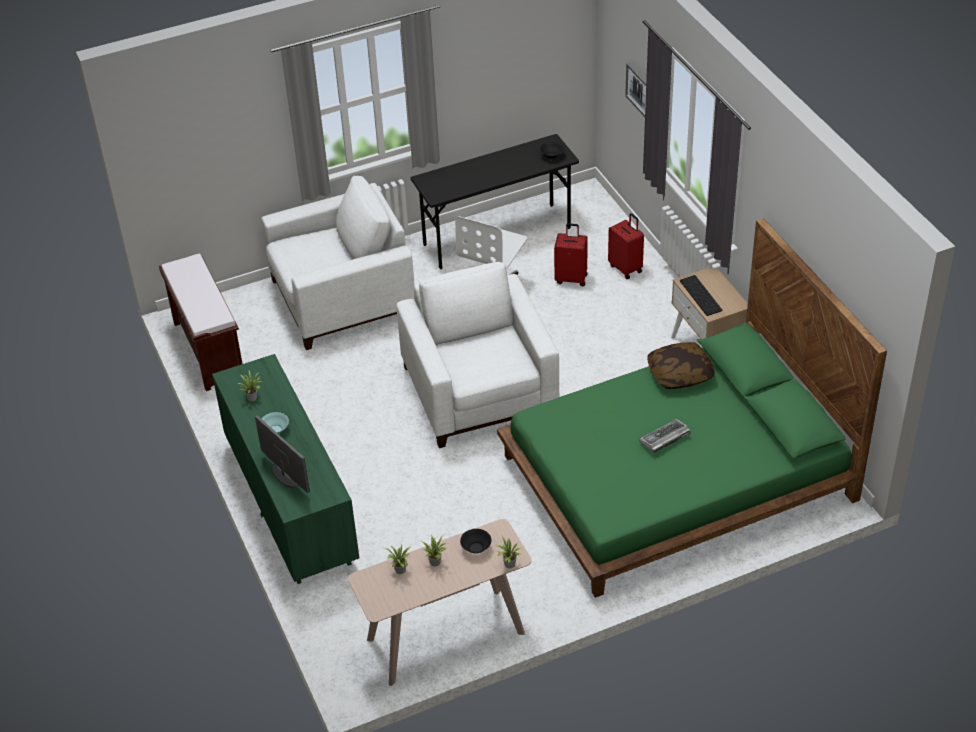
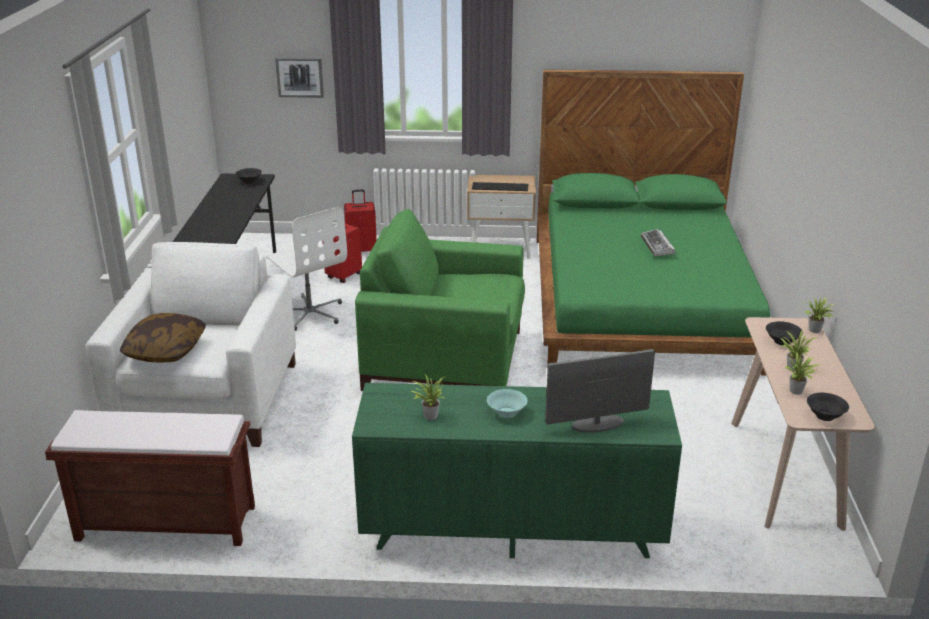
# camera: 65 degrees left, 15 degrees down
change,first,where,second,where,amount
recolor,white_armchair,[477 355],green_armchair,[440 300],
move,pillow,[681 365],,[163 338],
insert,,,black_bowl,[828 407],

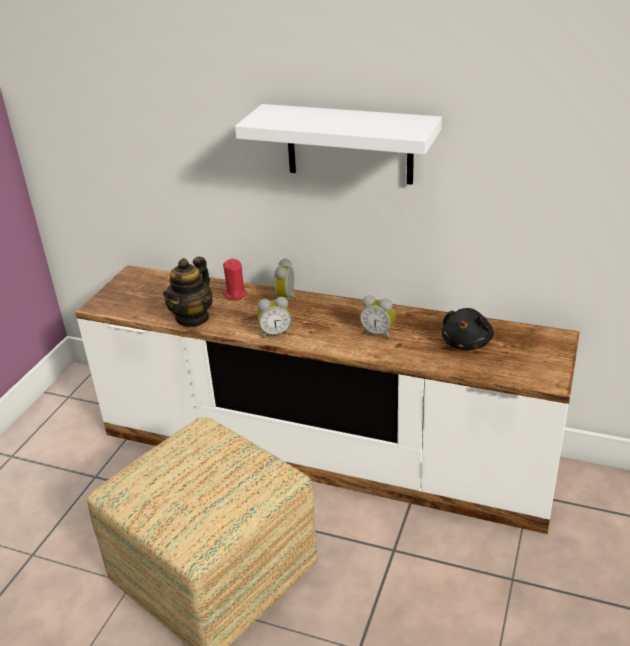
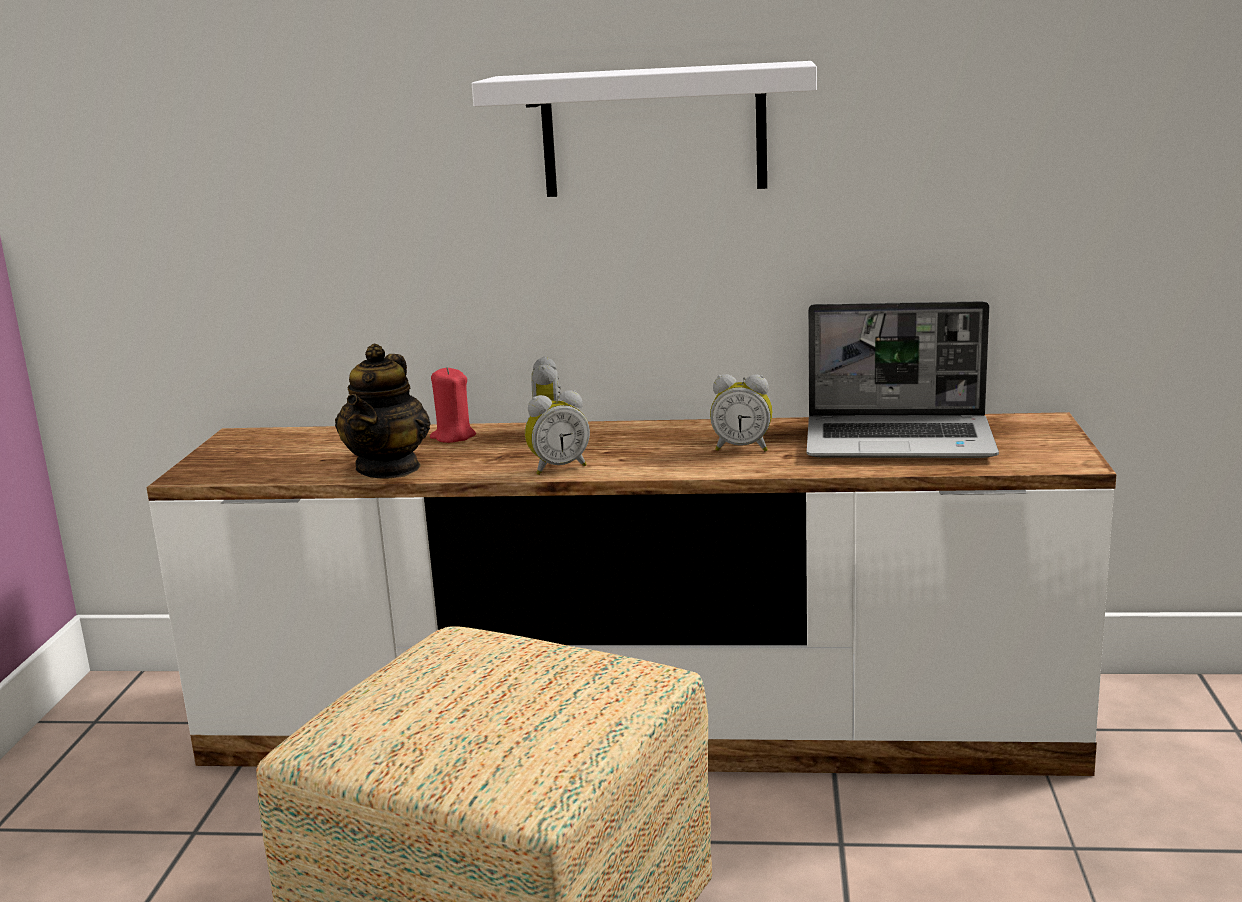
# camera: 15 degrees left, 15 degrees down
change,first,where,second,where,amount
replace,black_plush_toy,[468 329],laptop,[902 379],

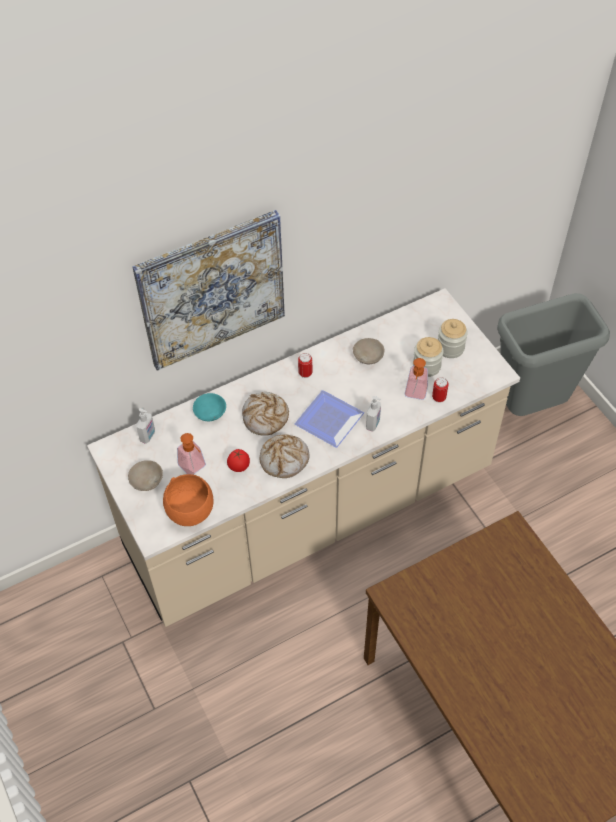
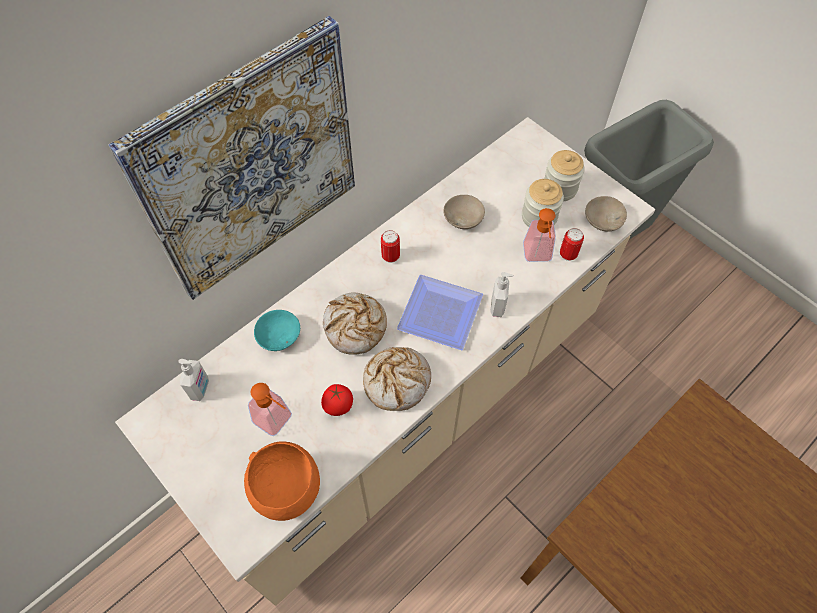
# camera: 15 degrees left, 5 degrees up
change,first,where,second,where,amount
move,beige_bowl,[145 475],,[606 213],

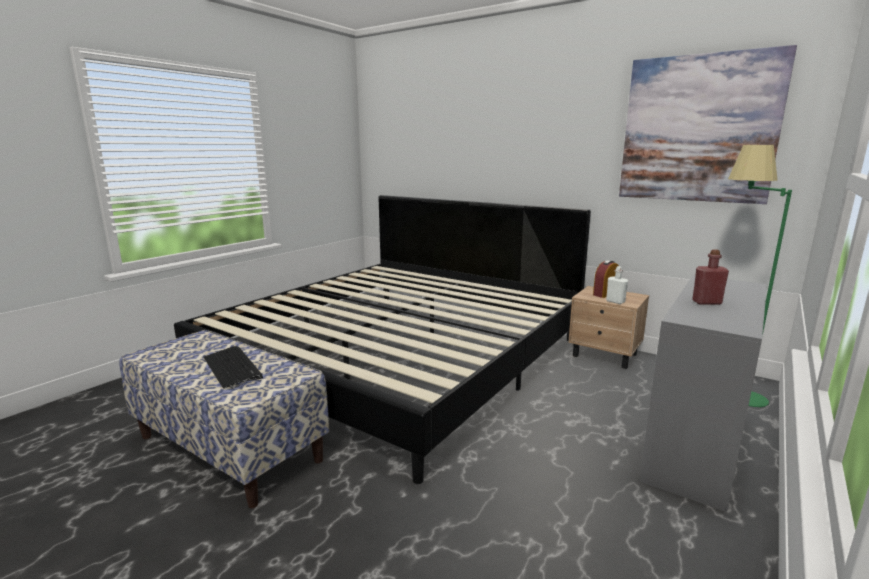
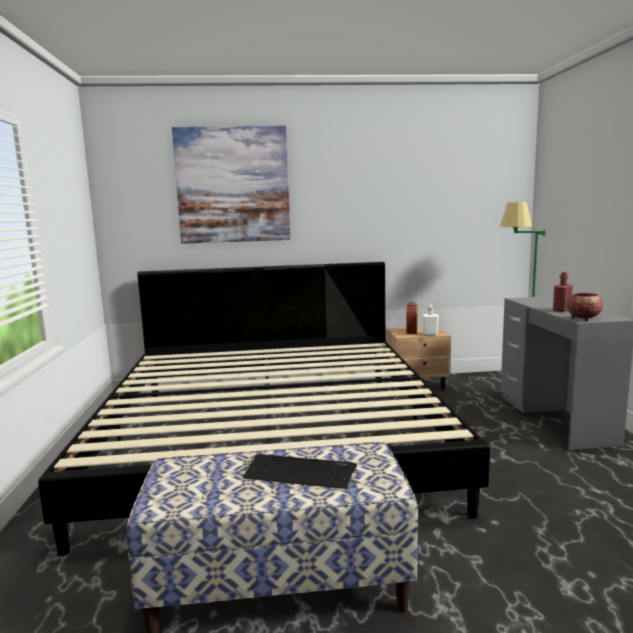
# camera: 40 degrees left, 5 degrees down
change,first,where,second,where,amount
move,picture,[708 124],,[231 185],
insert,,,bowl,[584 307],

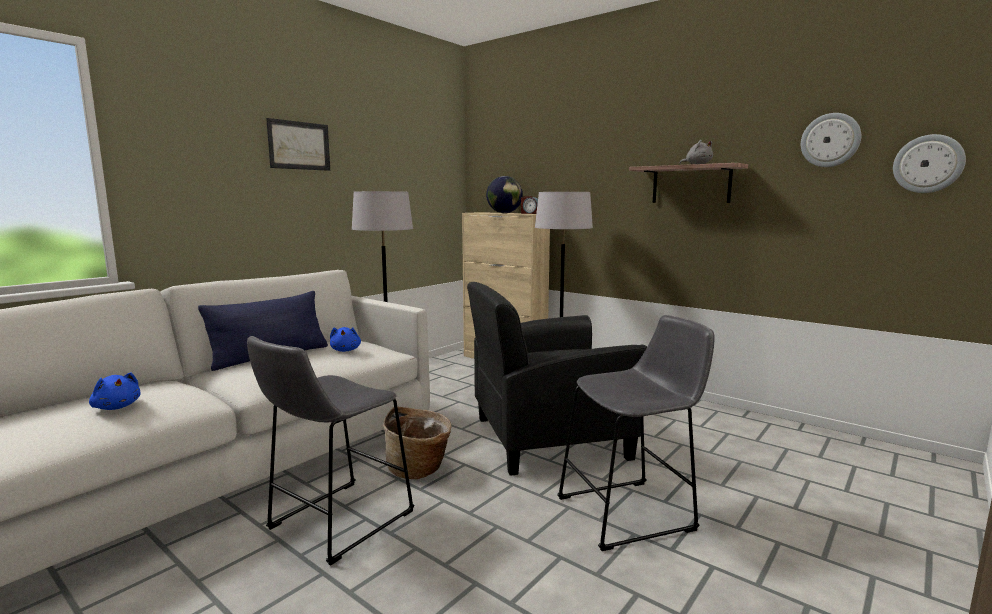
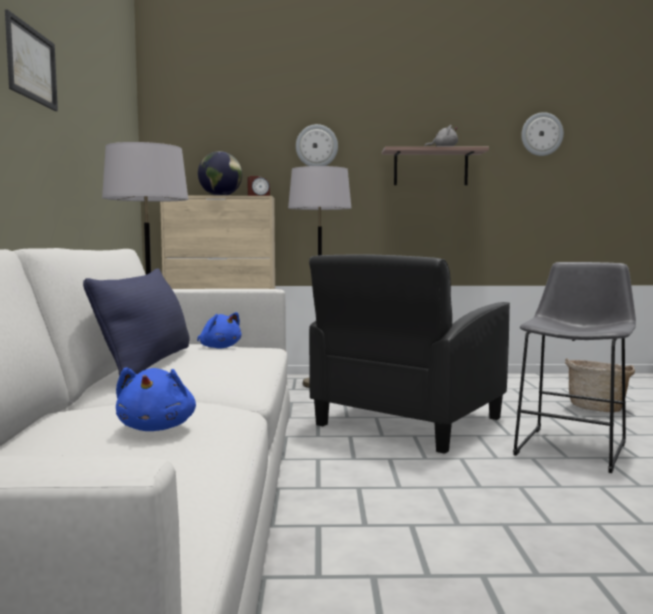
# camera: 40 degrees left, 5 degrees down
change,first,where,second,where,amount
rotate,blue_plush_toy,[114 391],,[156 399],90 degrees clockwise
delete,grey_stool,[331 451],,,
move,basket,[417 443],,[600 385],
move,wall_clock,[929 163],,[317 145],

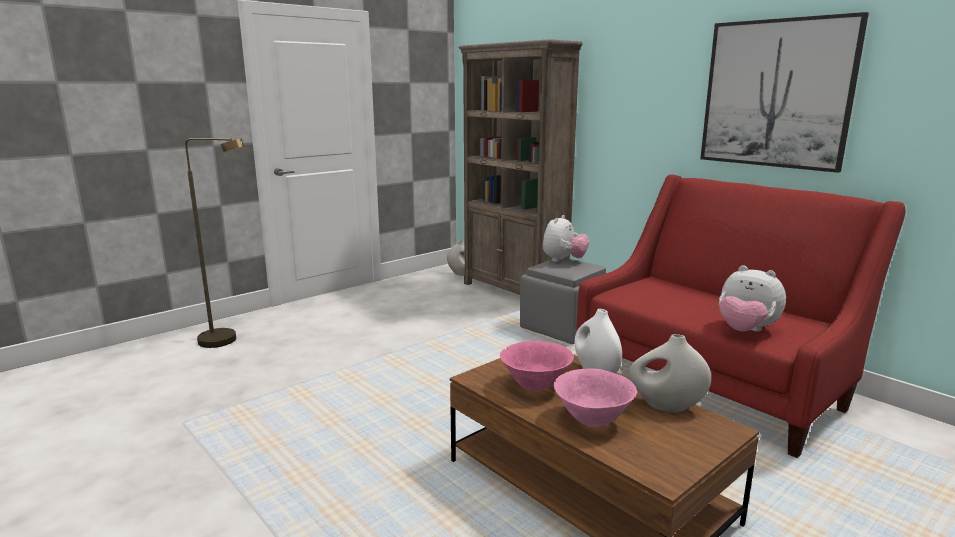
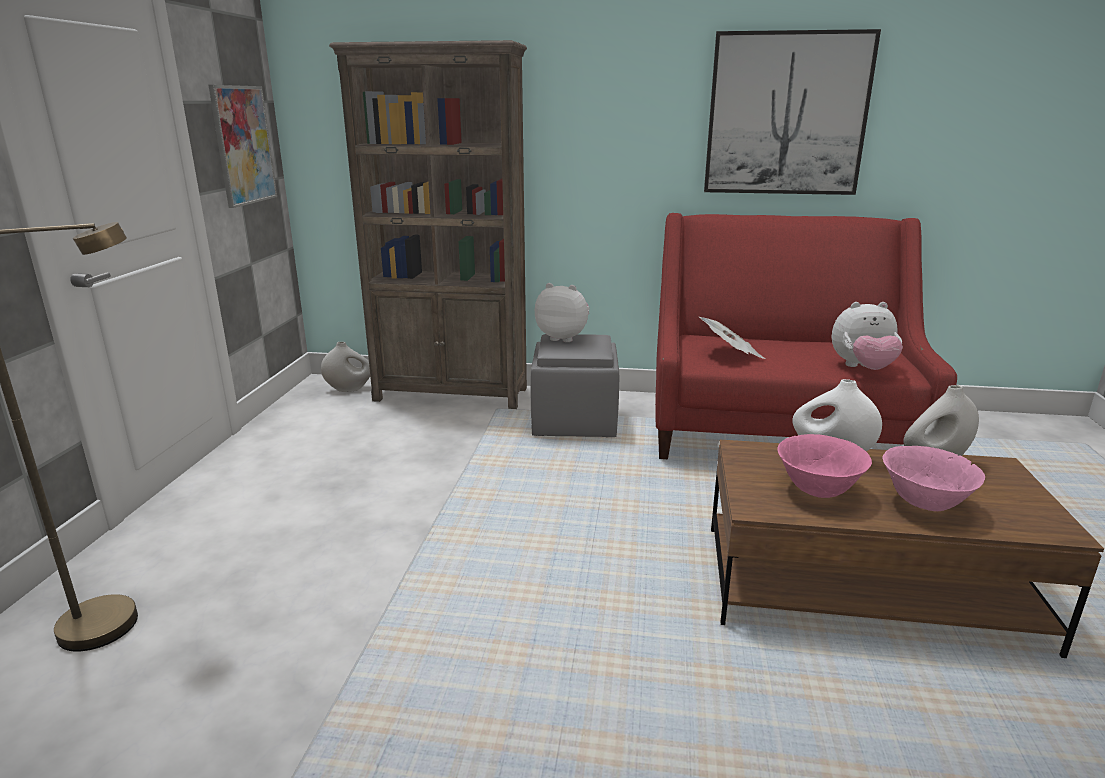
# camera: 40 degrees left, 5 degrees up
change,first,where,second,where,amount
rotate,plush_toy,[566 238],,[562 312],60 degrees counterclockwise
insert,,,picture,[242 146],
insert,,,newspaper,[732 338],

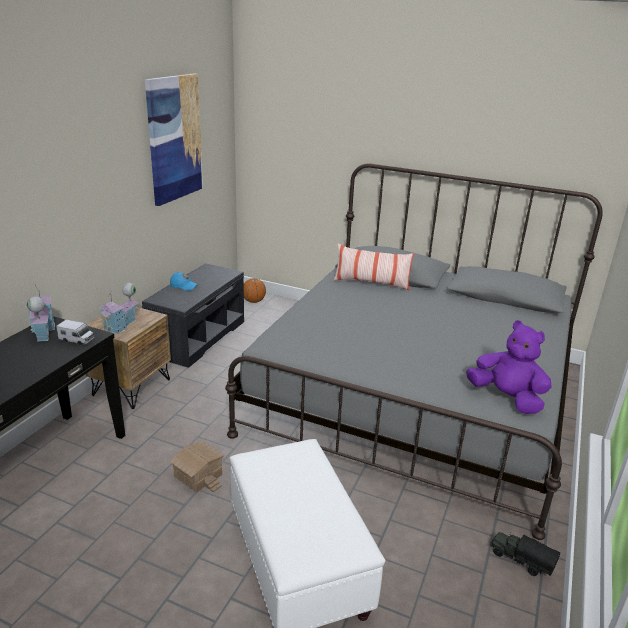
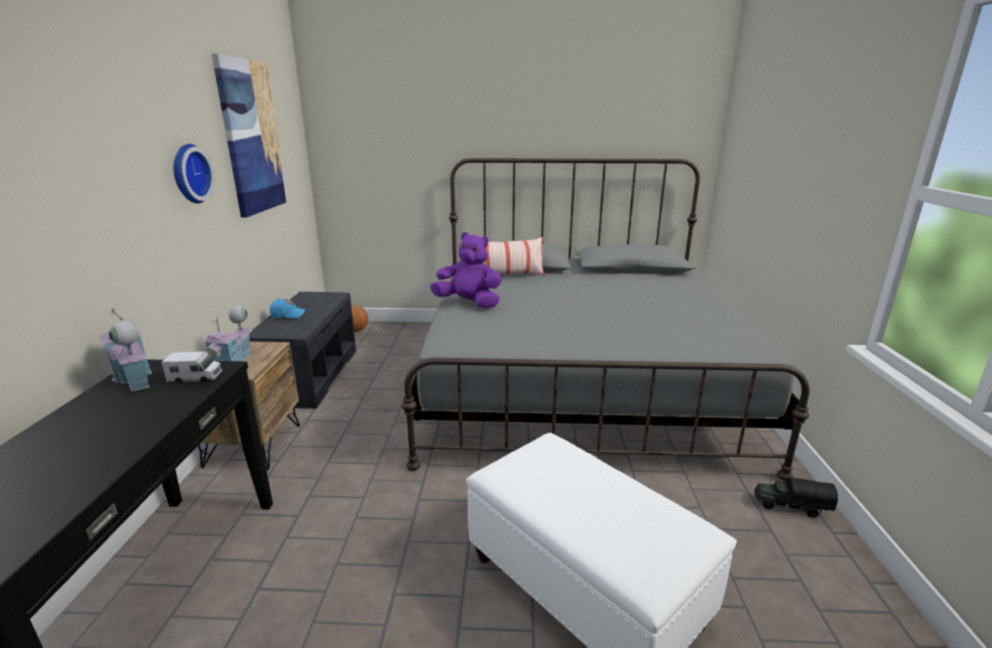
# camera: 20 degrees left, 5 degrees down
change,first,where,second,where,amount
delete,toy_house,[197 467],,,
move,purple_plush_toy,[509 367],,[466 270],
insert,,,wall_clock,[193 173],

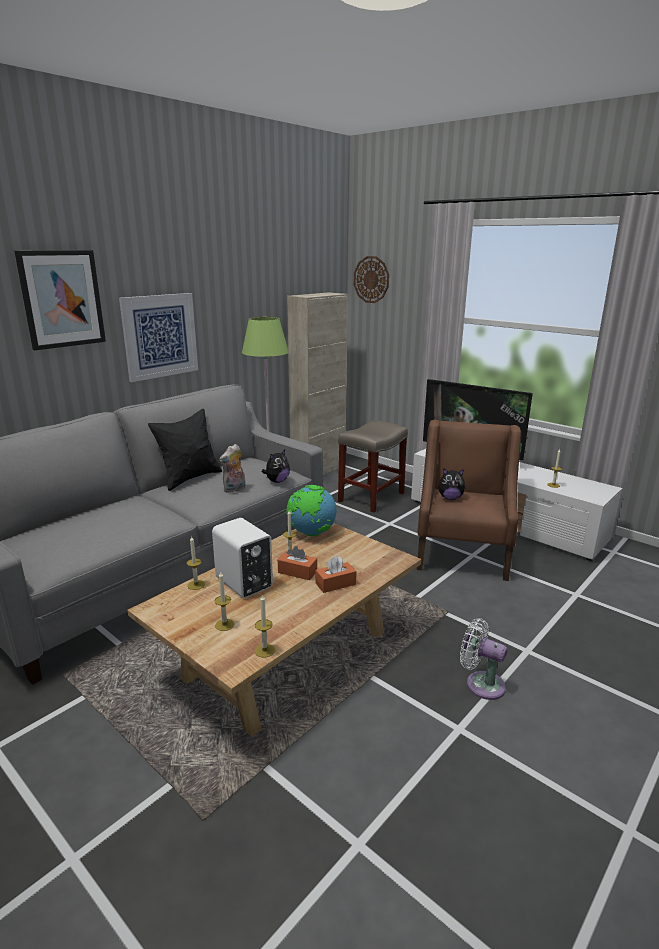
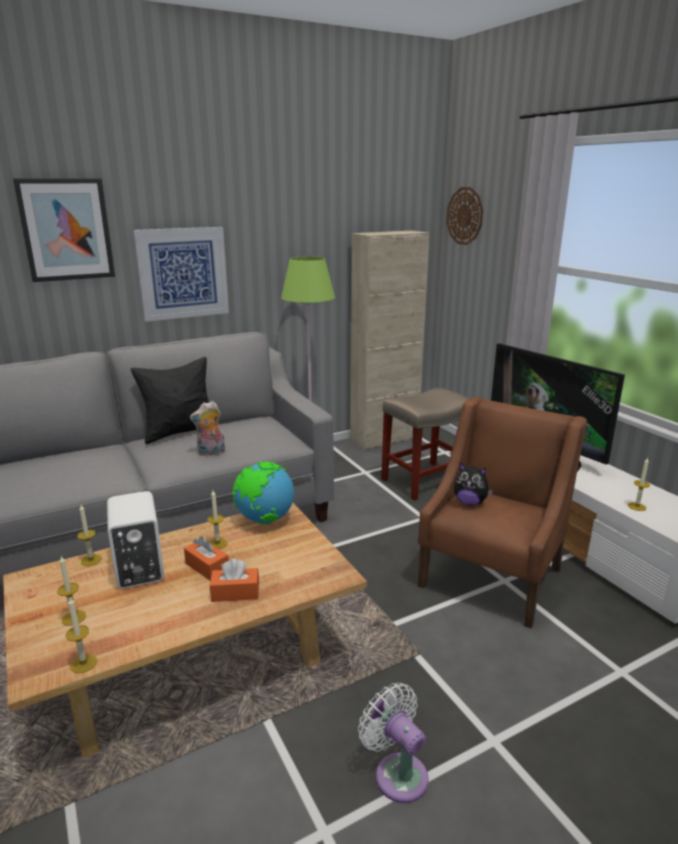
# camera: 20 degrees right, 0 degrees up
change,first,where,second,where,amount
delete,plush_toy,[276 466],,,

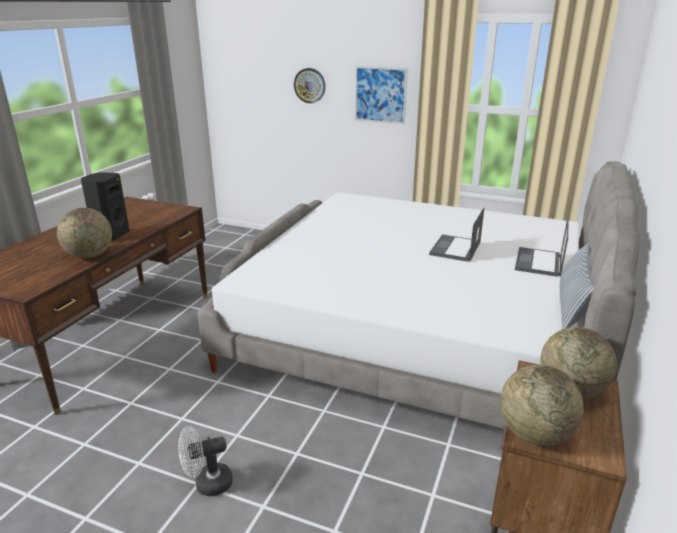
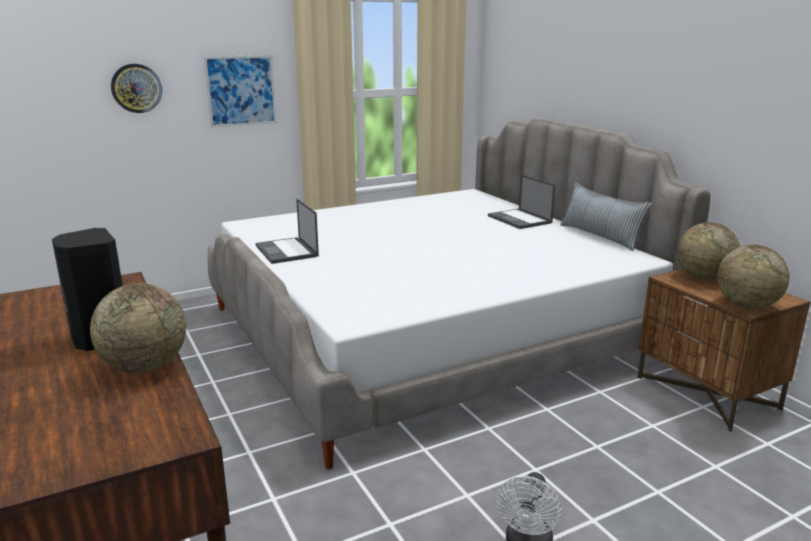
# camera: 50 degrees left, 5 degrees down
change,first,where,second,where,amount
move,laptop,[456 235],,[287 231],

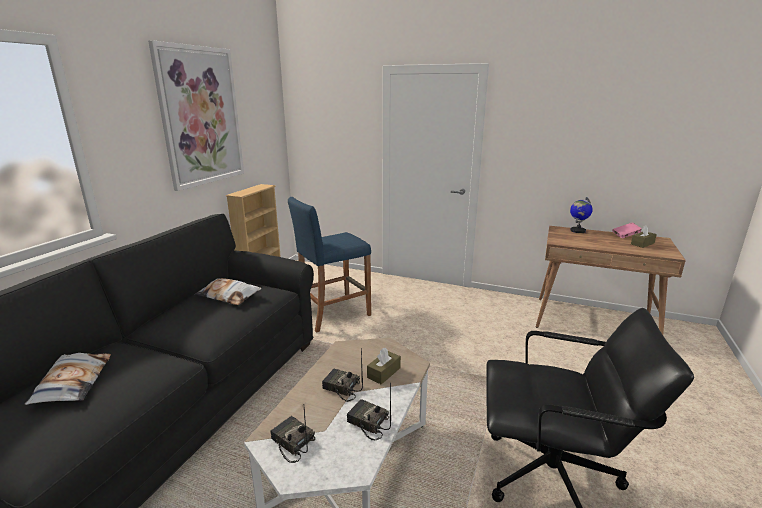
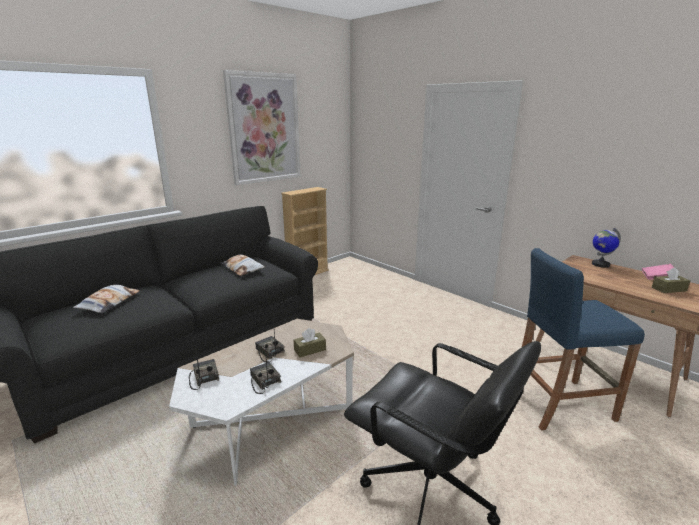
# camera: 25 degrees right, 0 degrees up
change,first,where,second,where,amount
move,blue_stool,[329 265],,[583 339],

